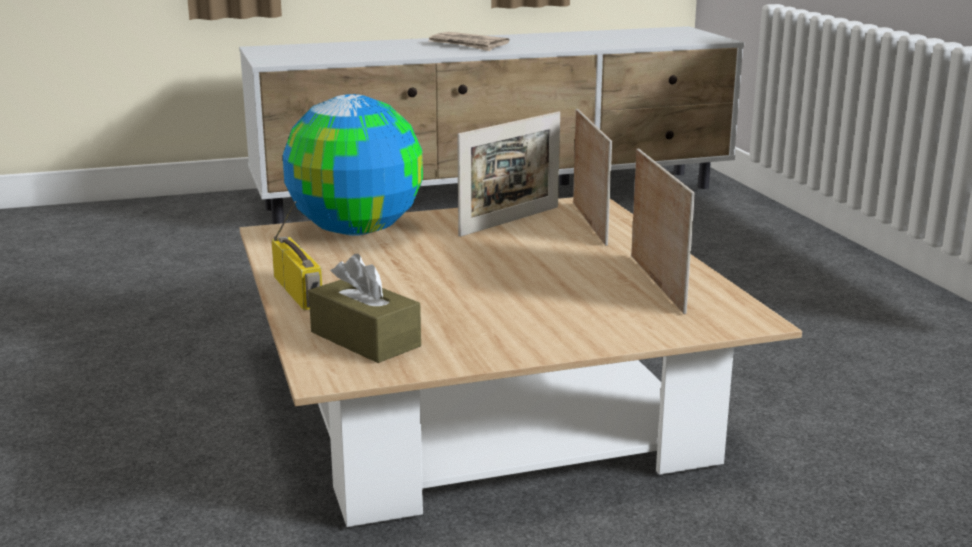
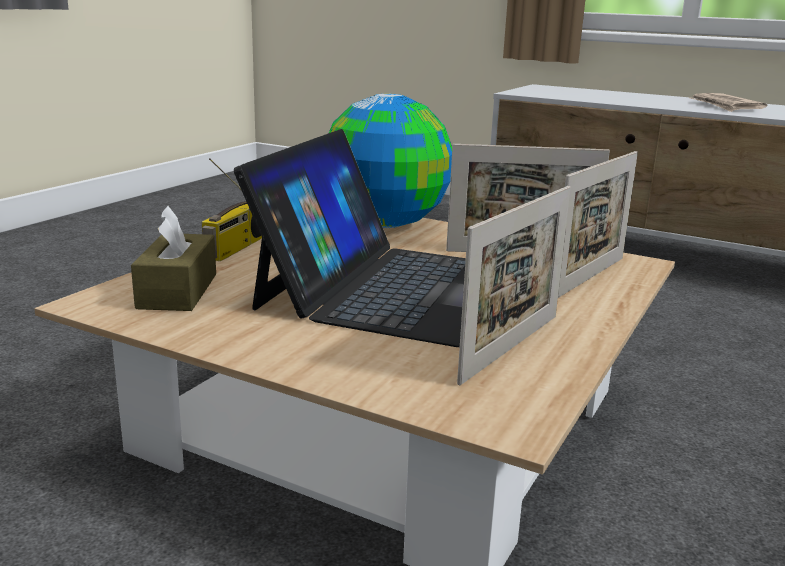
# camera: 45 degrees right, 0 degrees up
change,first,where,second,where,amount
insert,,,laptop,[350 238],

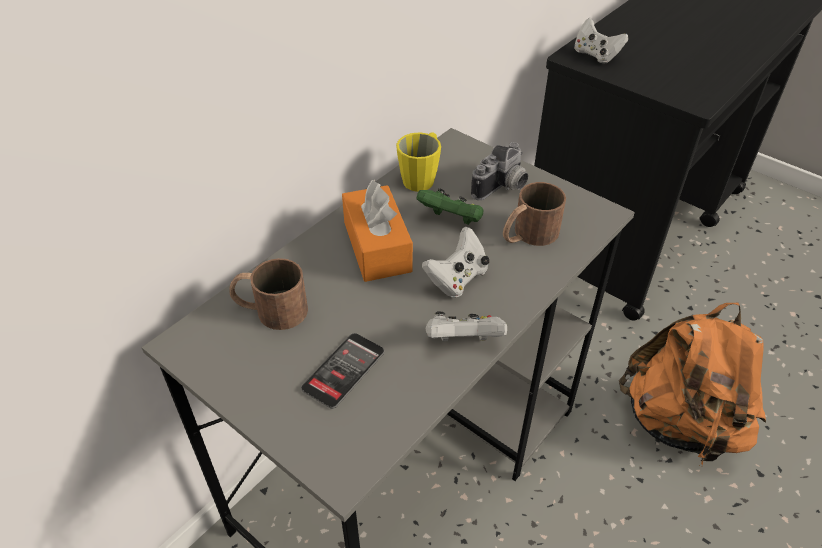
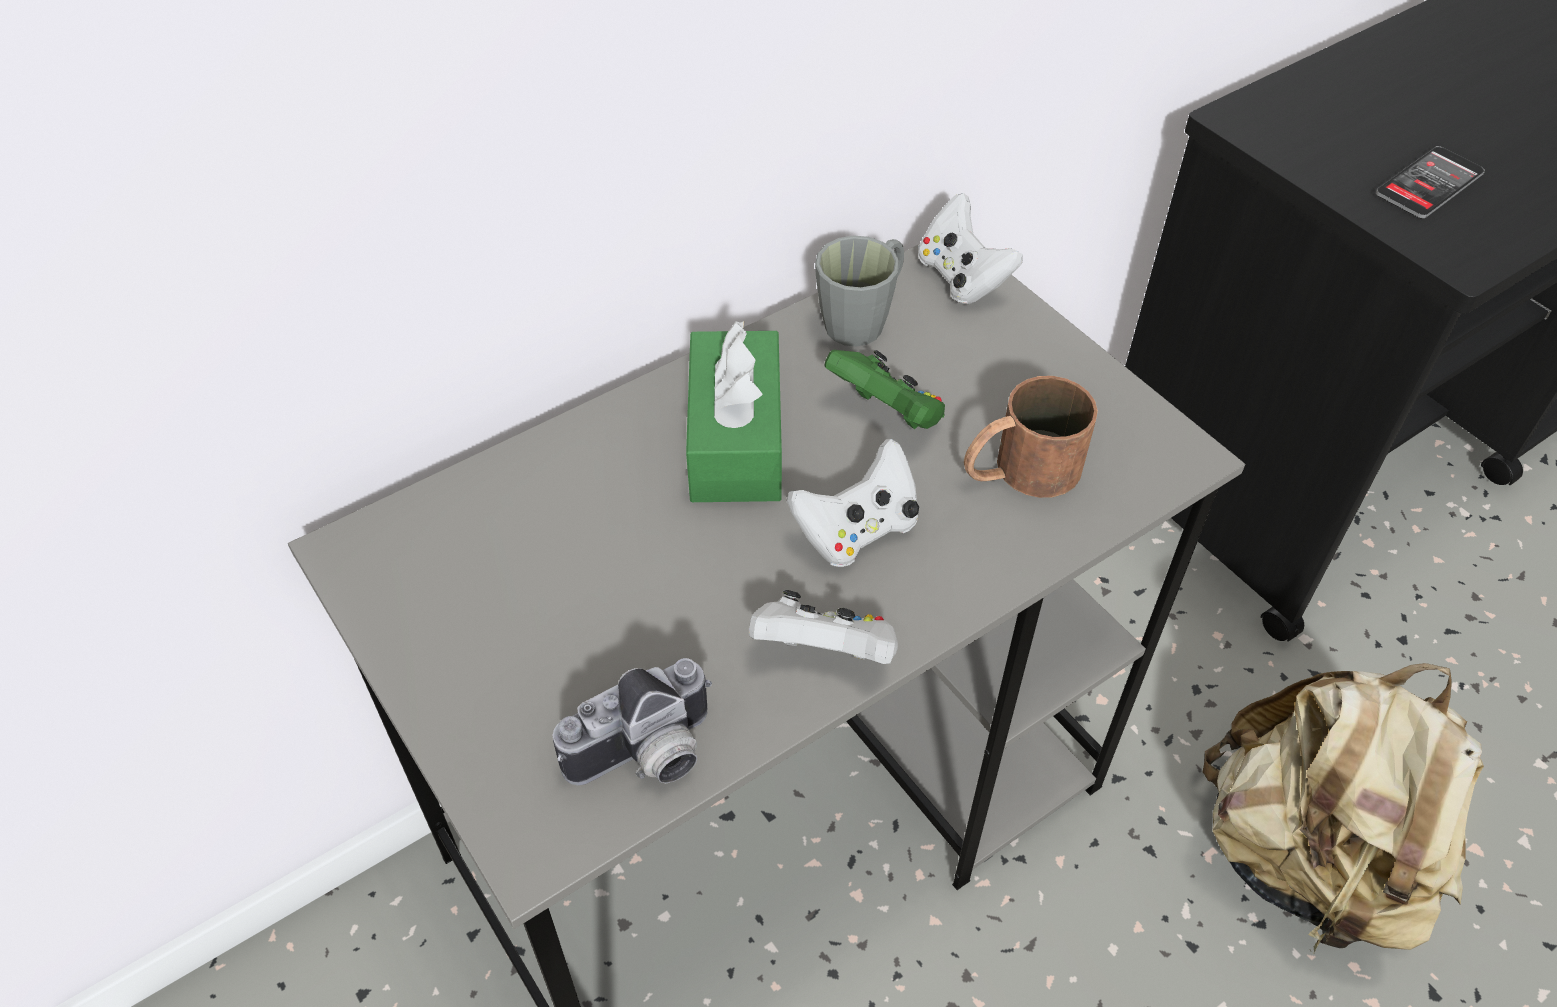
# camera: 15 degrees right, 5 degrees up
change,first,where,second,where,amount
delete,brown_mug,[268 294],,,
move,phone,[343 371],,[1430 182],
recolor,orange_tissue_box,[377 231],green_tissue_box,[734 411],
recolor,yellow_mug,[418 162],grey_mug,[859 291],
move,photo_camera,[500 171],,[632 721],
move,white_game_controller,[601 41],,[970 248],
recolor,orange_backpack,[692 384],beige_backpack,[1343 808],

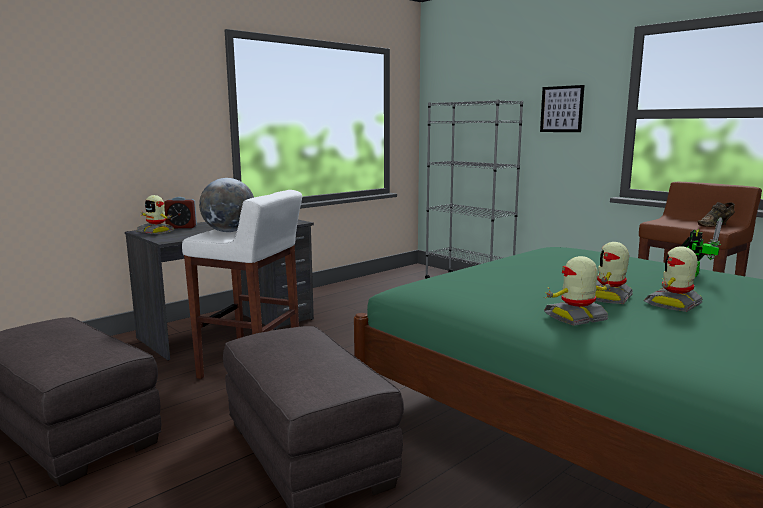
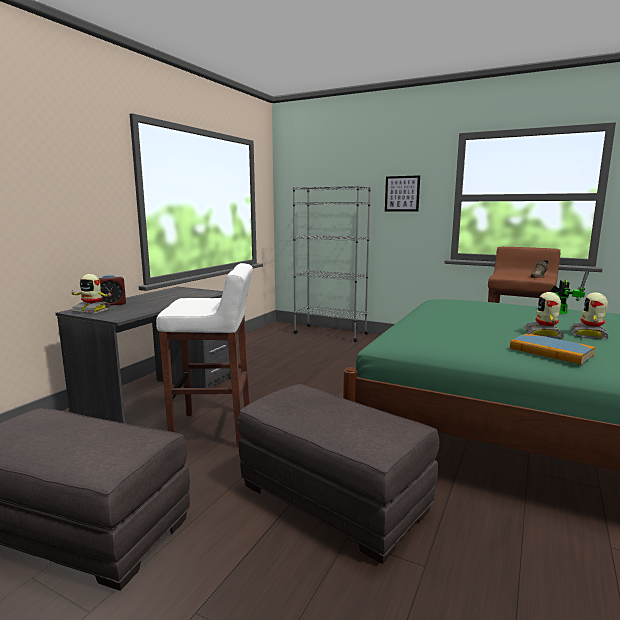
# camera: 20 degrees left, 0 degrees up
change,first,where,second,where,amount
delete,globe,[226 205],,,
replace,toy_robot,[579 291],book,[553 348],

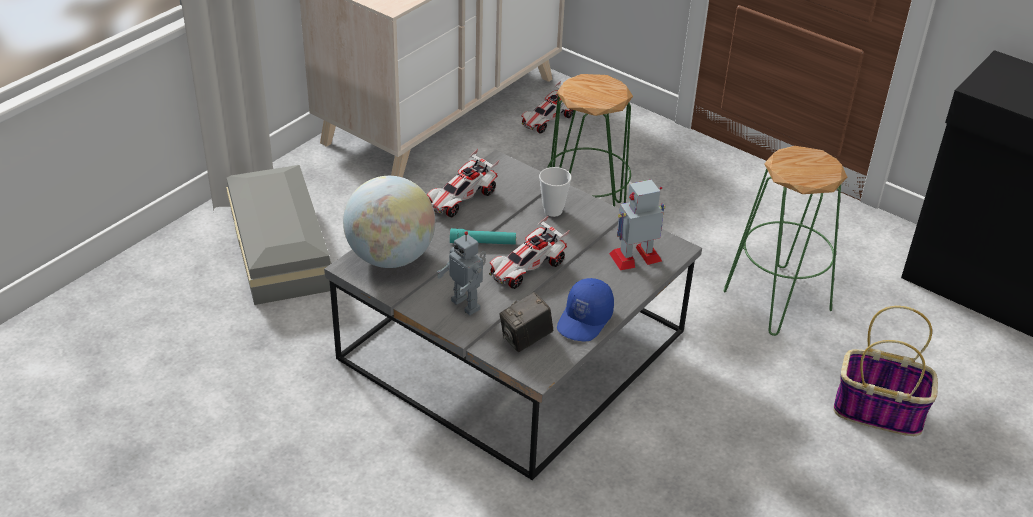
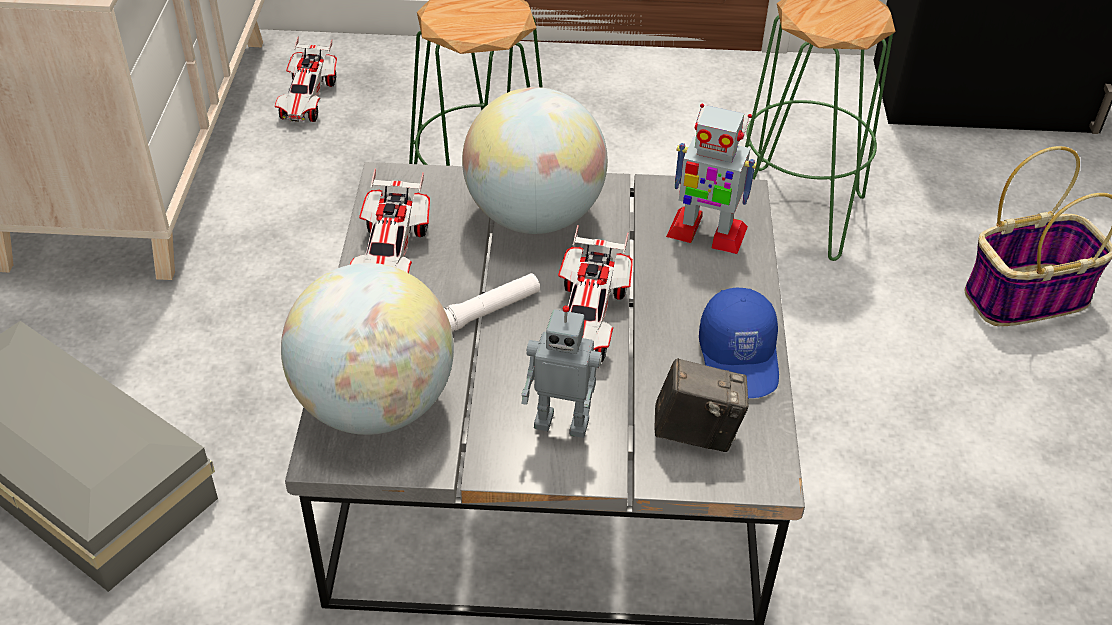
# camera: 35 degrees left, 5 degrees up
change,first,where,second,where,amount
recolor,turquoise_flashlight,[483 236],white_flashlight,[492 302],
rotate,photo_camera,[526 322],,[701 405],105 degrees counterclockwise
replace,cup,[555 192],globe,[535 160],
rotate,toy_robot,[637 225],,[711 178],105 degrees counterclockwise

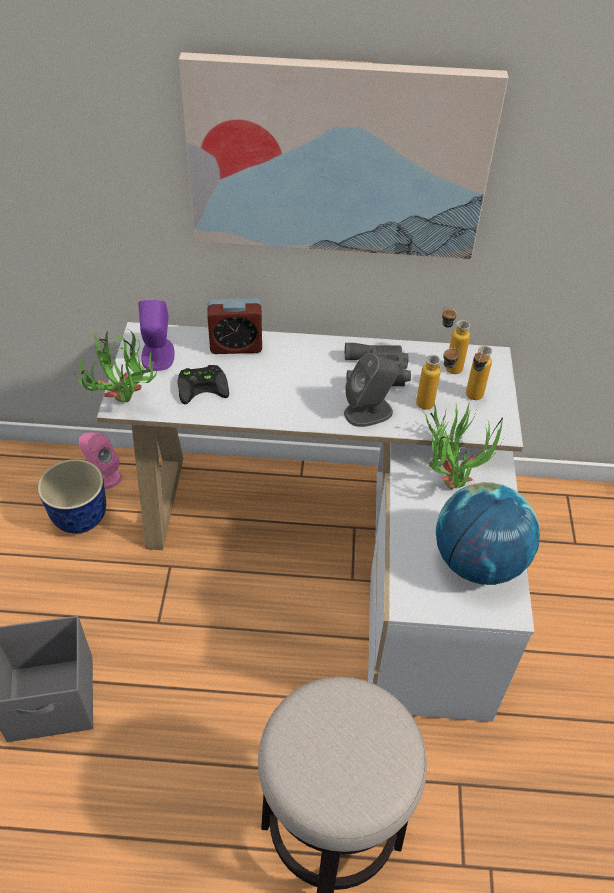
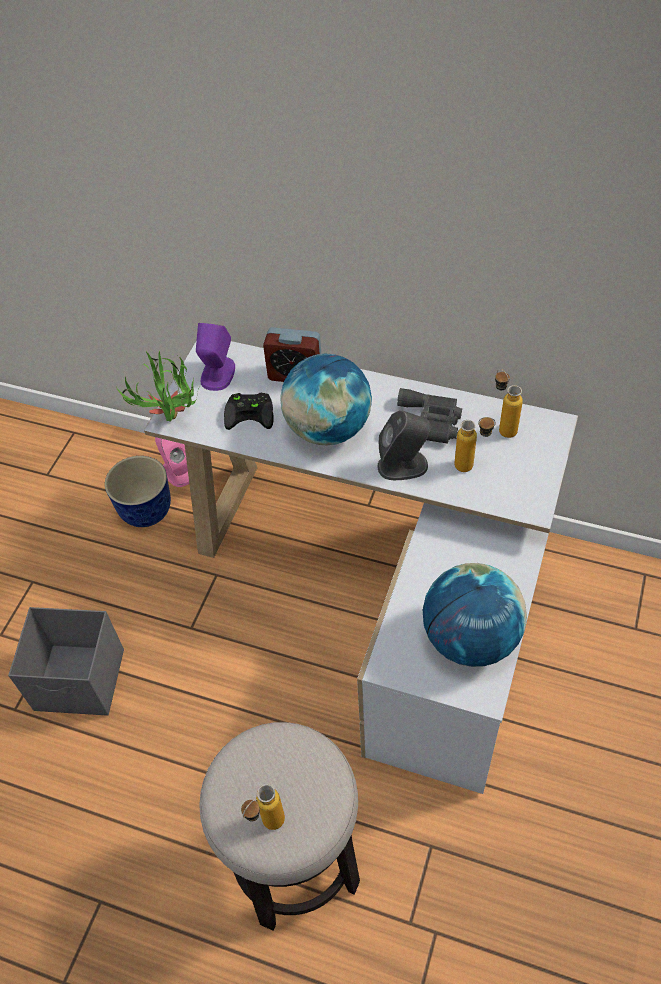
# camera: 20 degrees right, 5 degrees up
change,first,where,second,where,amount
delete,picture,[343 155],,,
delete,potted_plant,[466 445],,,
move,bottle,[479 373],,[263 807],
insert,,,globe,[326 399],

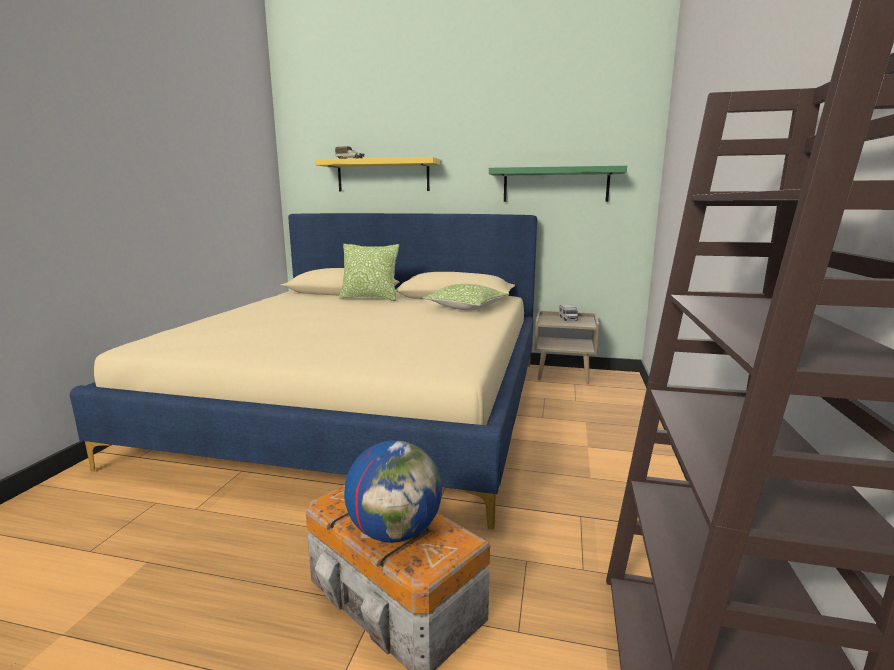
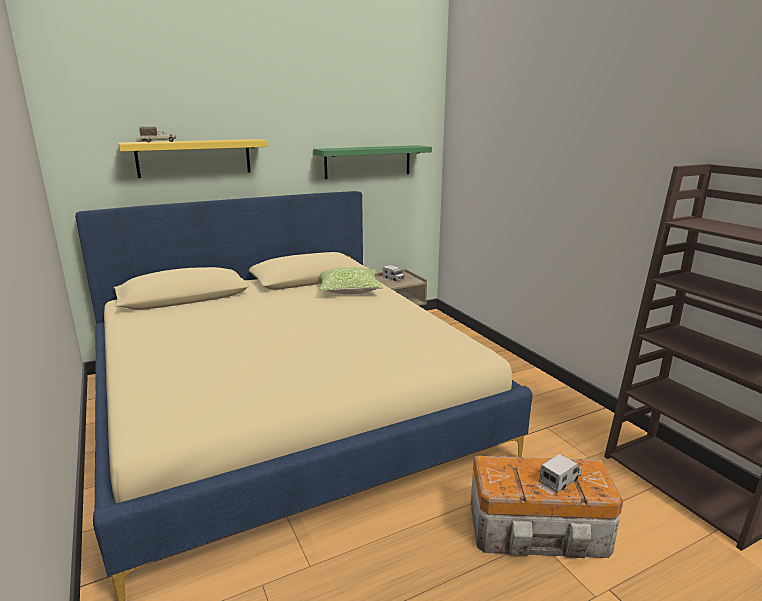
# camera: 40 degrees left, 5 degrees up
change,first,where,second,where,amount
delete,pillow,[369 272],,,
replace,globe,[393 491],toy_truck,[560 473],

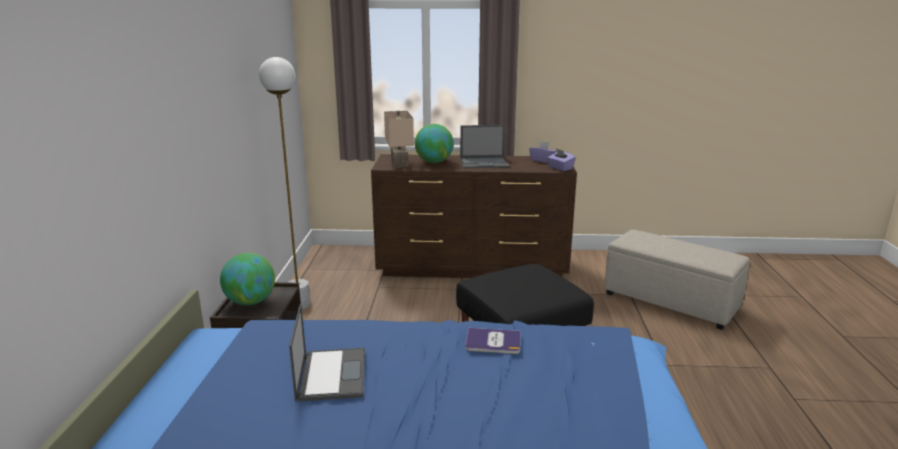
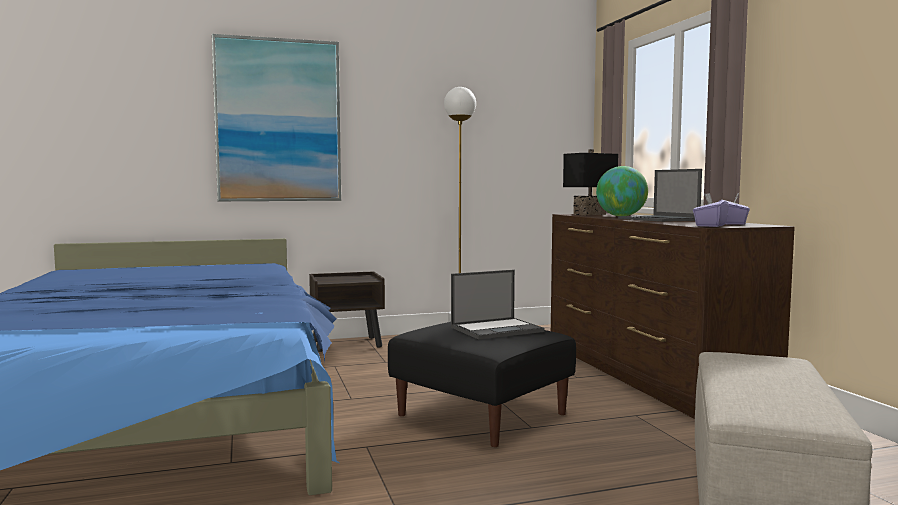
# camera: 70 degrees right, 15 degrees down
change,first,where,second,where,amount
delete,globe,[247 279],,,
move,laptop,[327 353],,[498 305],
recolor,beige_table_lamp,[399 139],black_table_lamp,[590 182],
delete,book,[493 341],,,
insert,,,picture,[276 117],

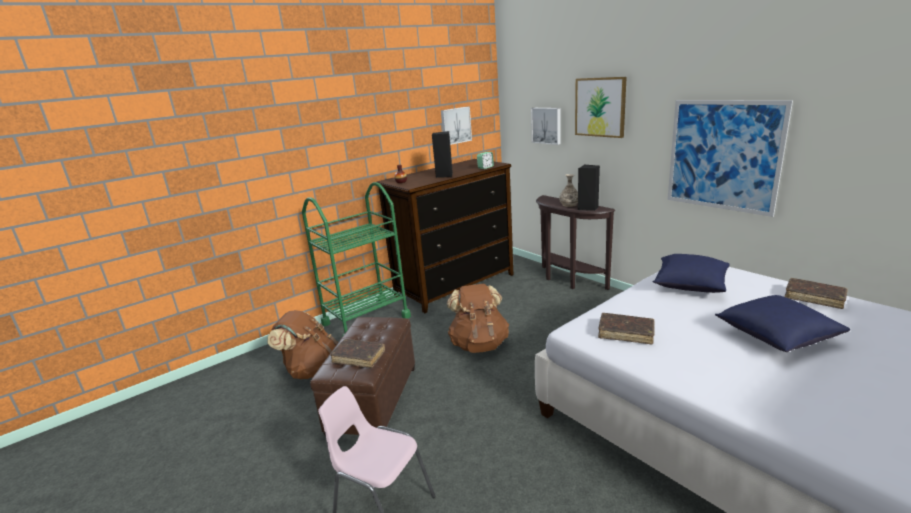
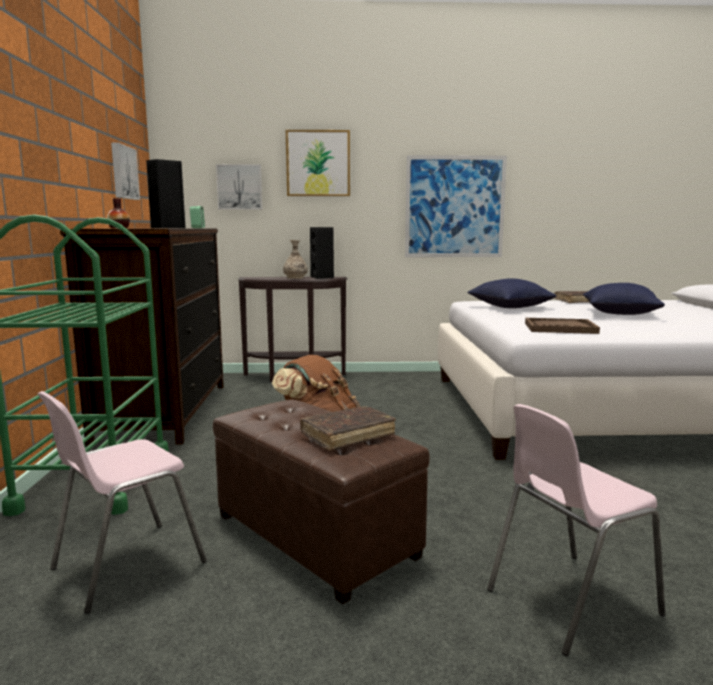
# camera: 55 degrees left, 10 degrees down
change,first,where,second,where,amount
replace,brown_backpack,[302 344],pink_chair,[122 502],
replace,brown_book,[626 328],brown_tray,[562 326],

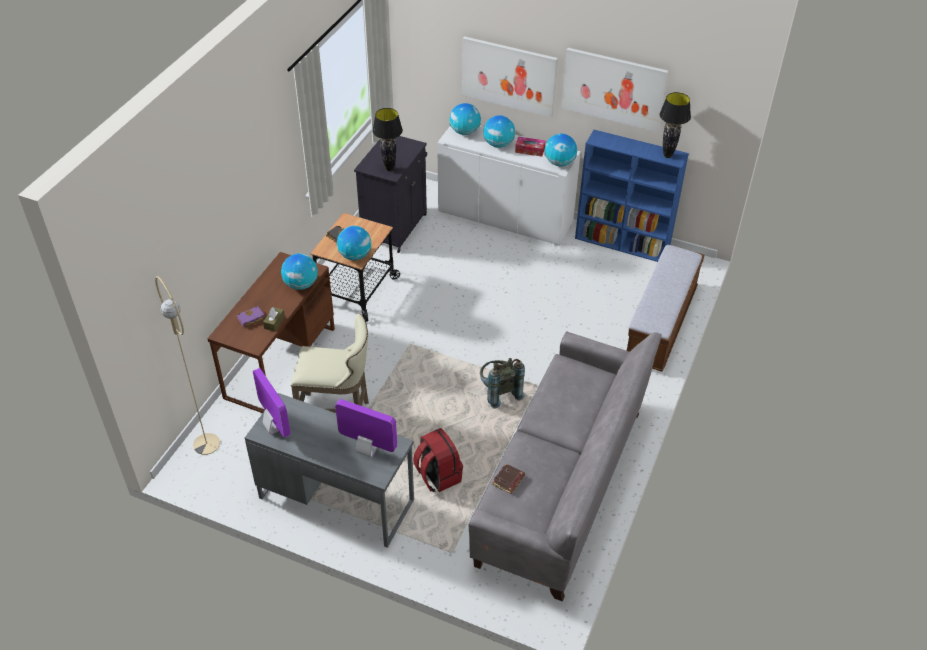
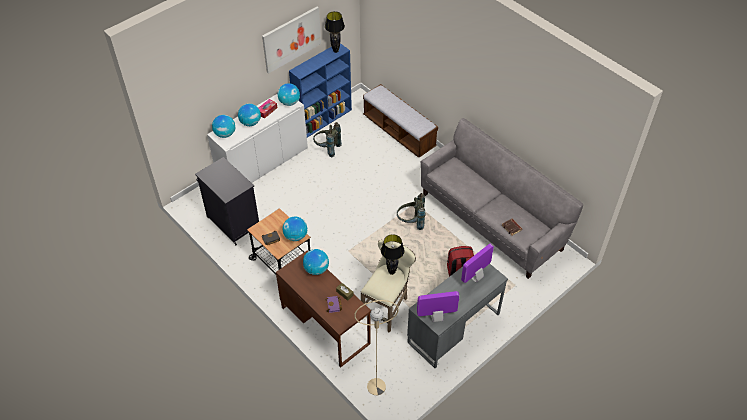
# camera: 65 degrees left, 5 degrees up
change,first,where,second,where,amount
move,black_table_lamp,[387 139],,[393 254],
delete,picture,[510 76],,,
insert,,,grey_backpack,[327 139],

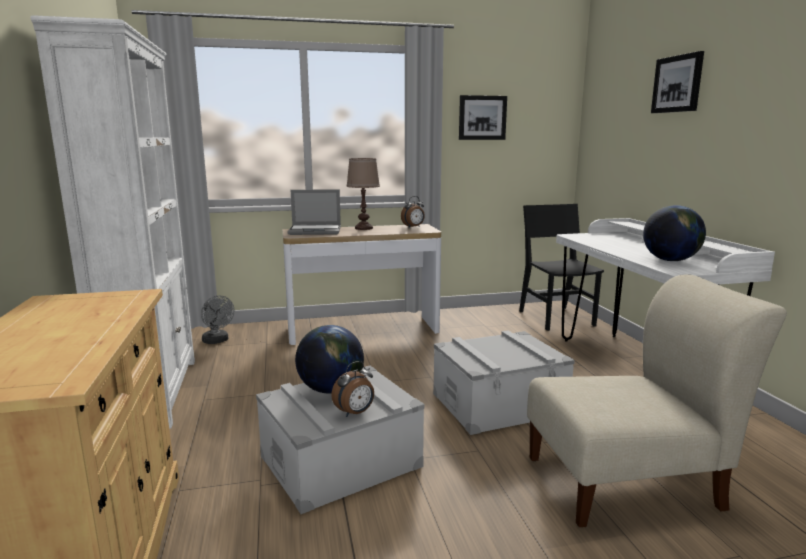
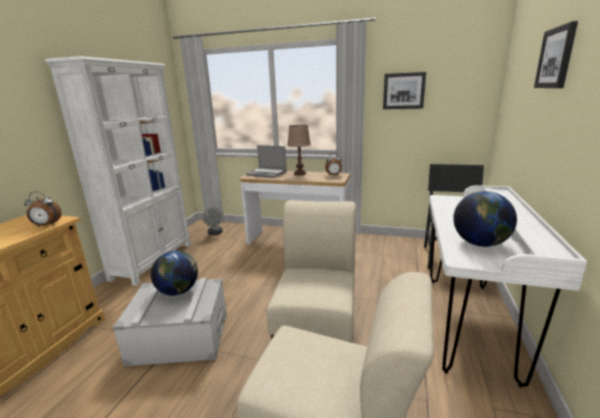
# camera: 30 degrees right, 5 degrees up
change,first,where,second,where,amount
move,alarm_clock,[352 389],,[43 209],
replace,grey_storage_box,[504 383],beige_chair,[311 271],

